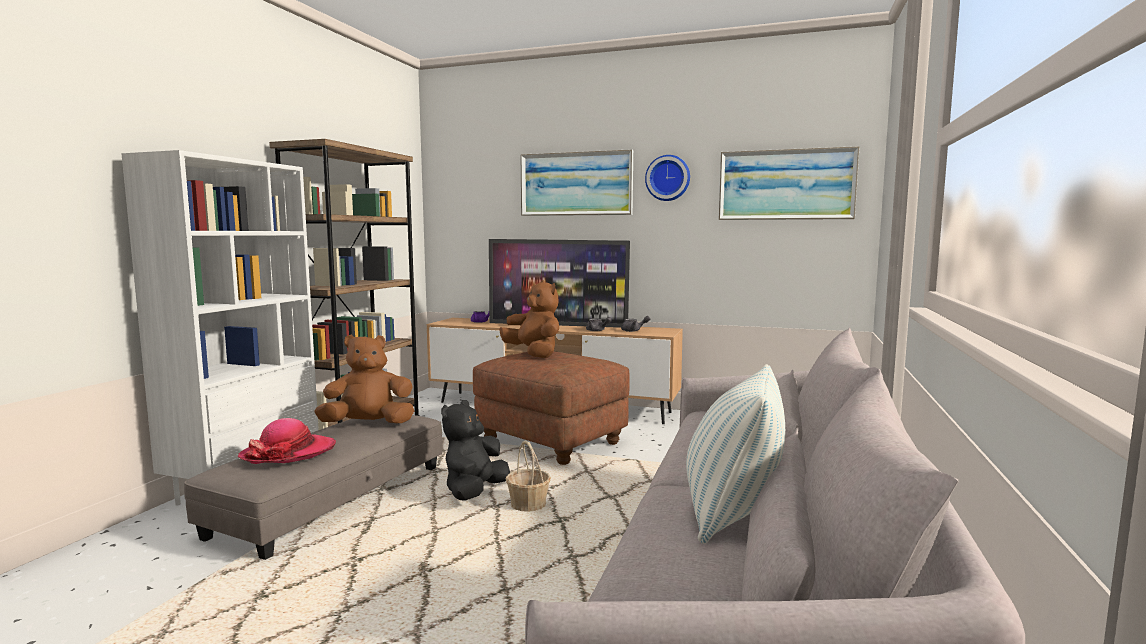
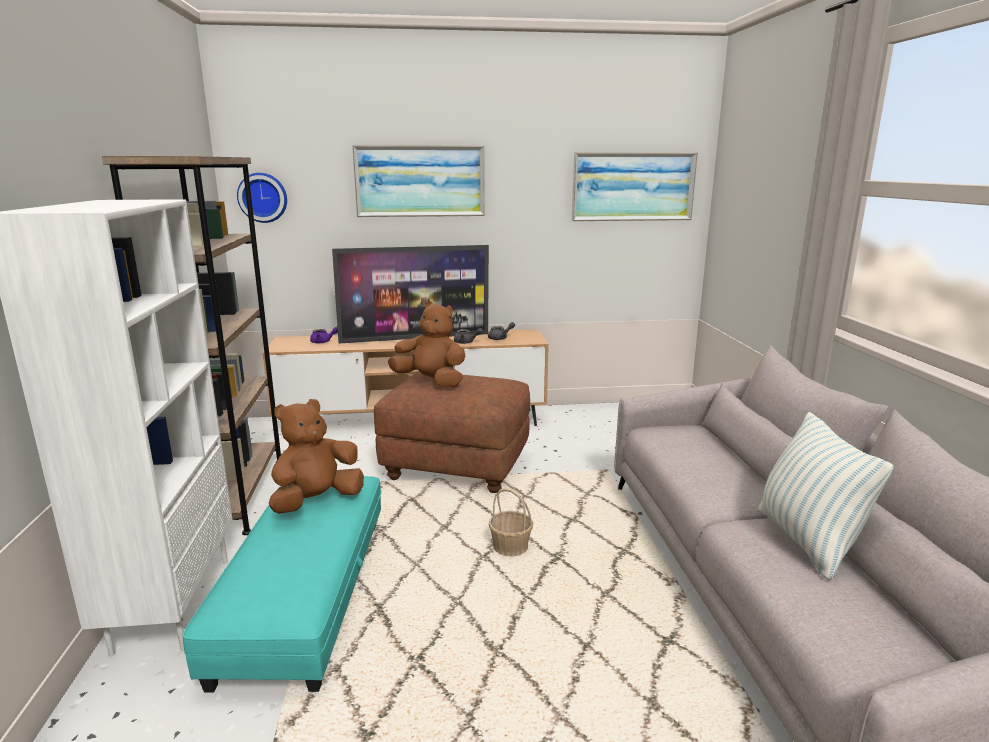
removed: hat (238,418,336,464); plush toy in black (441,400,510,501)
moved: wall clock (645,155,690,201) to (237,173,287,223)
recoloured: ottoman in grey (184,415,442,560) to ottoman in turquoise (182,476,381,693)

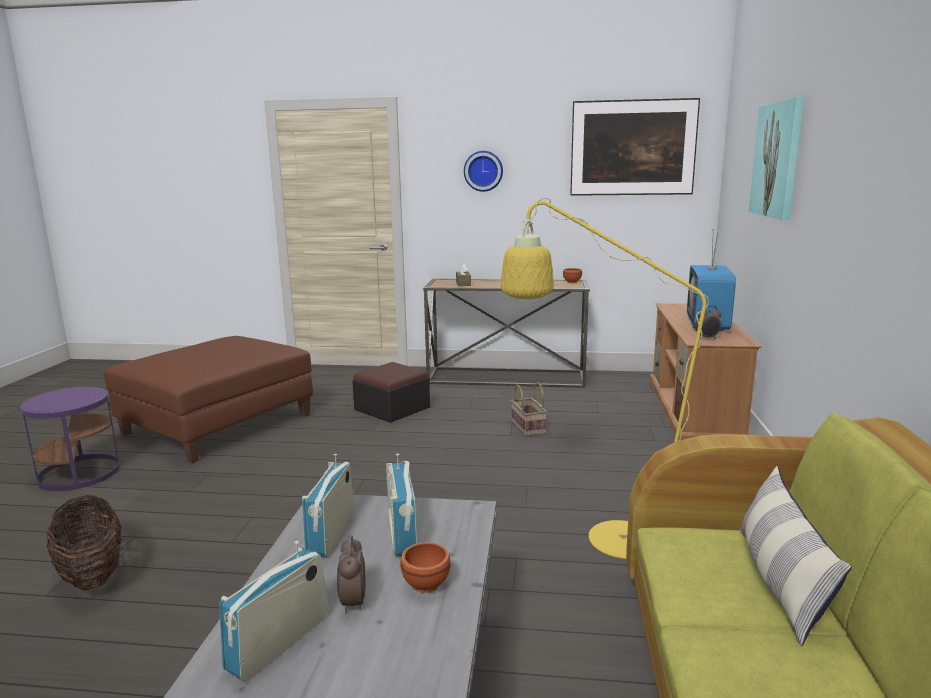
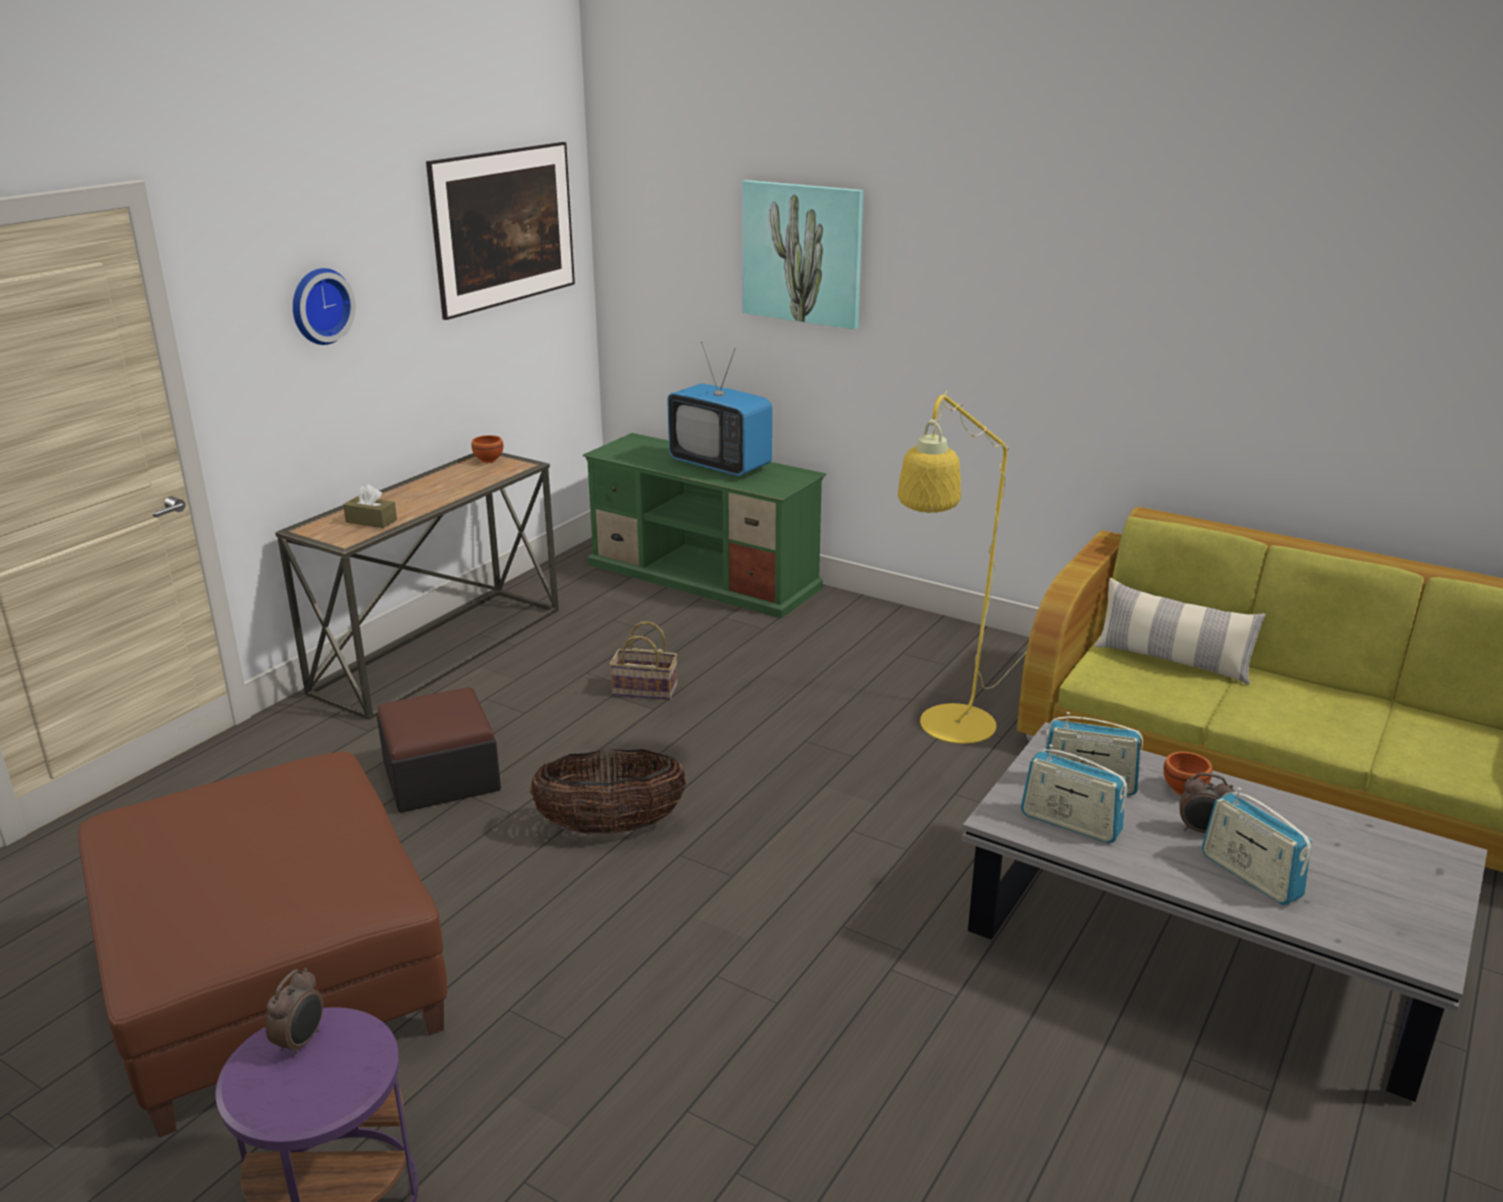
moved: basket (46,495,122,591) to (530,749,687,834); alarm clock (695,305,722,339) to (266,968,323,1057)
recoloured: tv stand in brown (650,303,761,441) to tv stand in green (583,433,827,618)

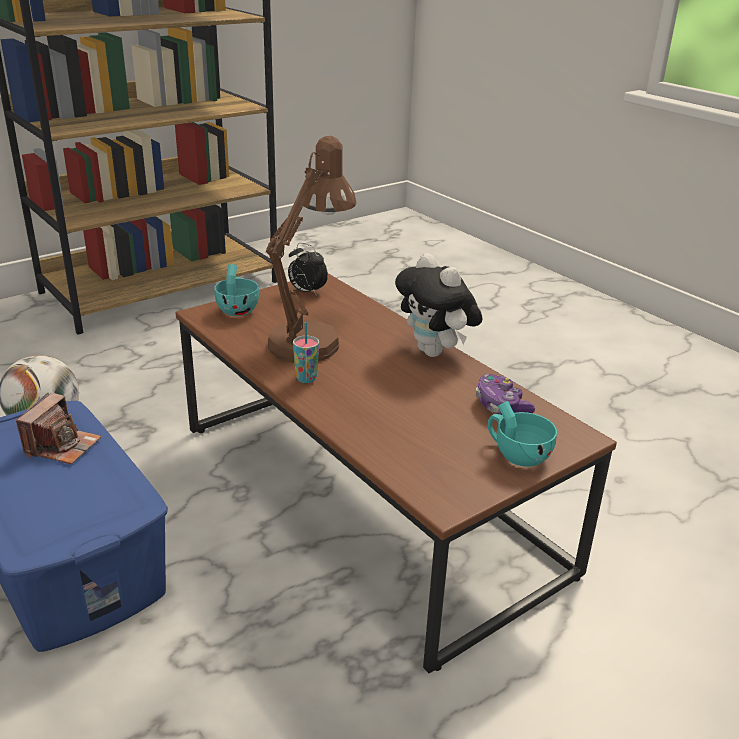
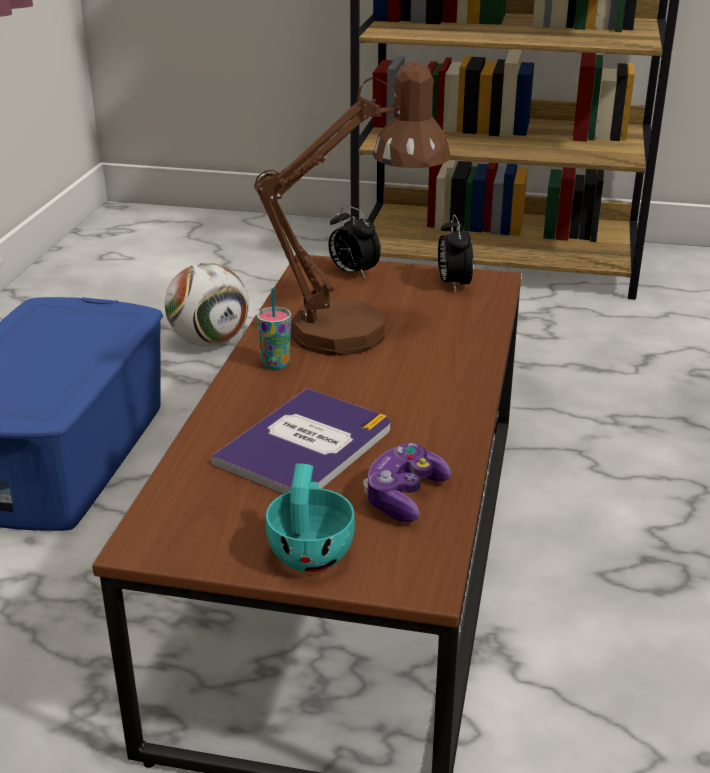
removed: photo camera (16,393,101,464); plush toy (395,253,483,357)
added: book (211,388,391,494)
replaced: cup in turquoise (214,264,259,316) to alarm clock (328,206,381,279)

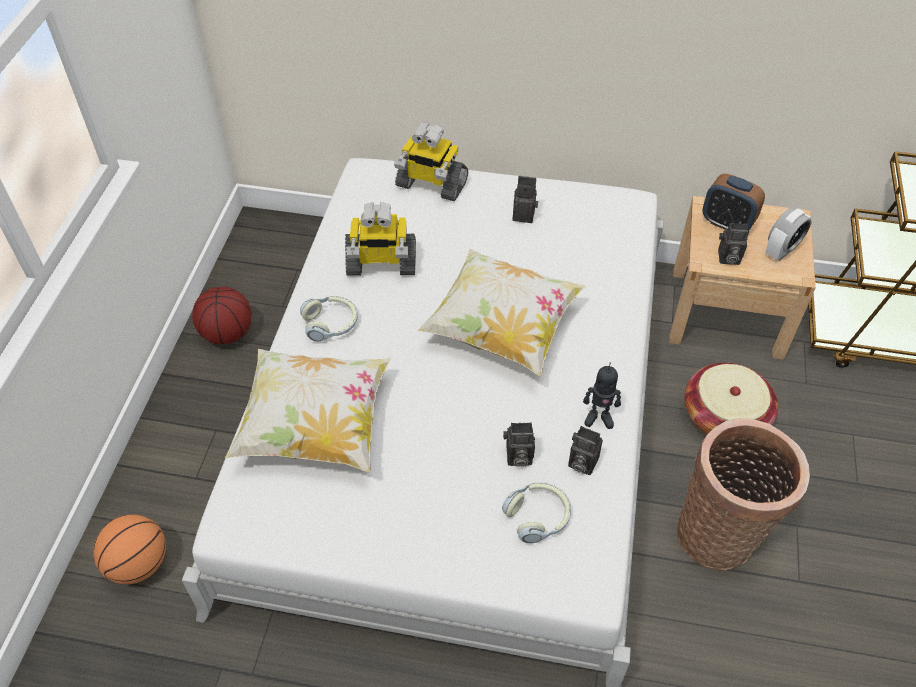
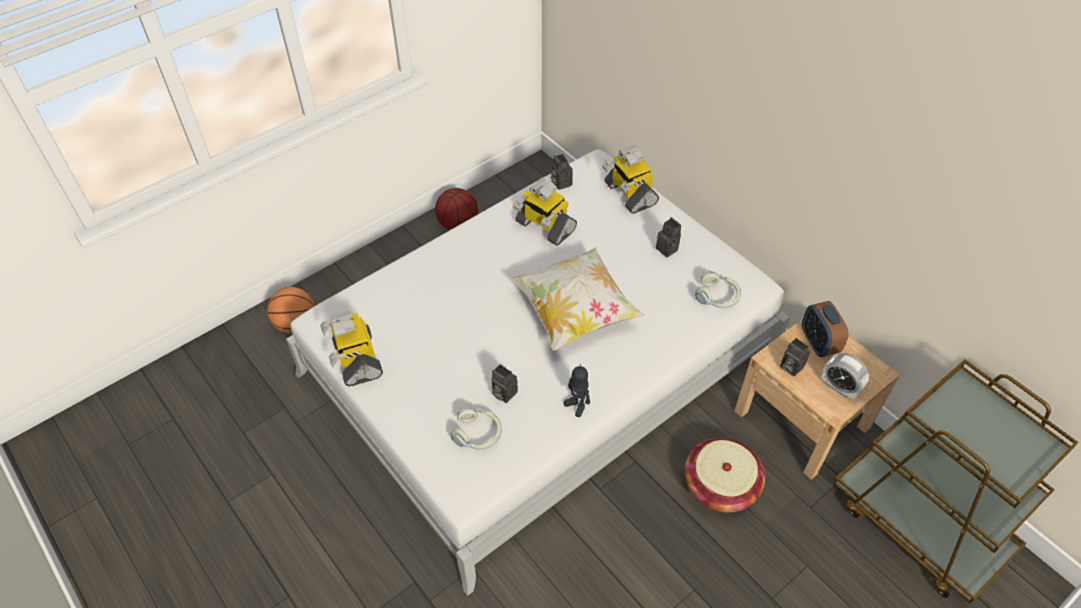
removed: pillow (225,349,390,472); basket (677,418,810,570)
added: toy robot (320,310,383,387)
moved: headphones (300,296,358,342) to (695,271,741,308); photo camera (568,426,603,475) to (551,154,573,190)
turned: alarm clock (765,208,812,261) = (822,353,869,399) 45 degrees clockwise

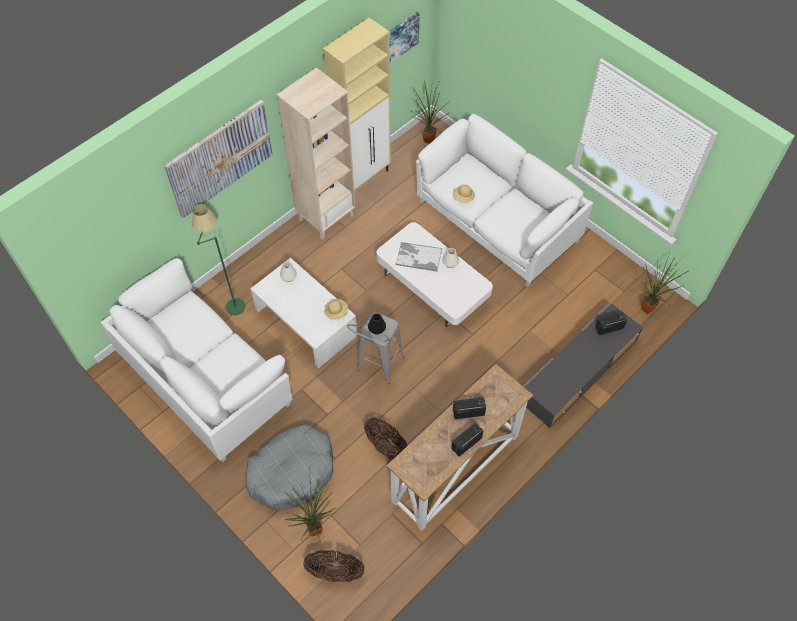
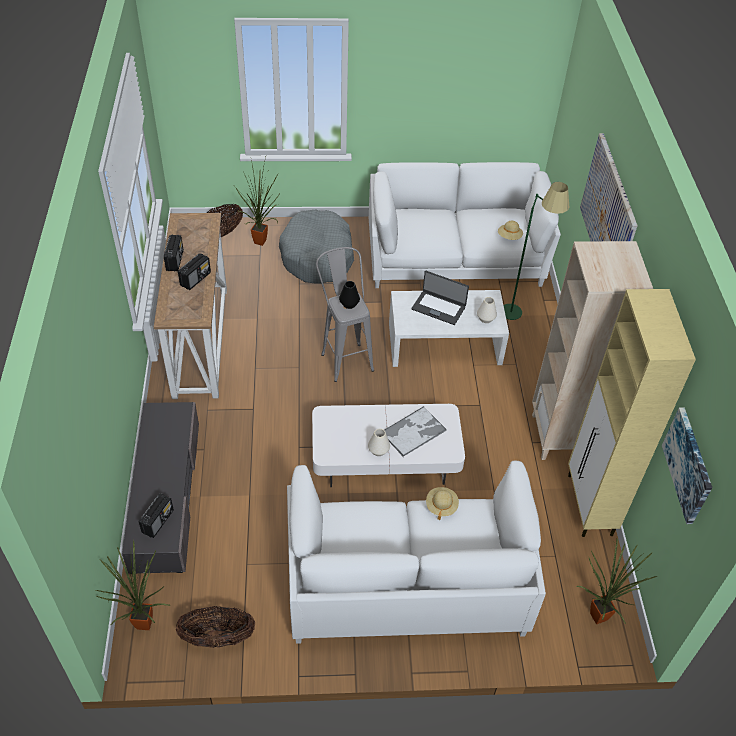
added: laptop (411,271,469,325)
moved: hat in beige (325,299,348,320) to (498,221,523,240); basket (364,417,408,460) to (176,606,255,648)

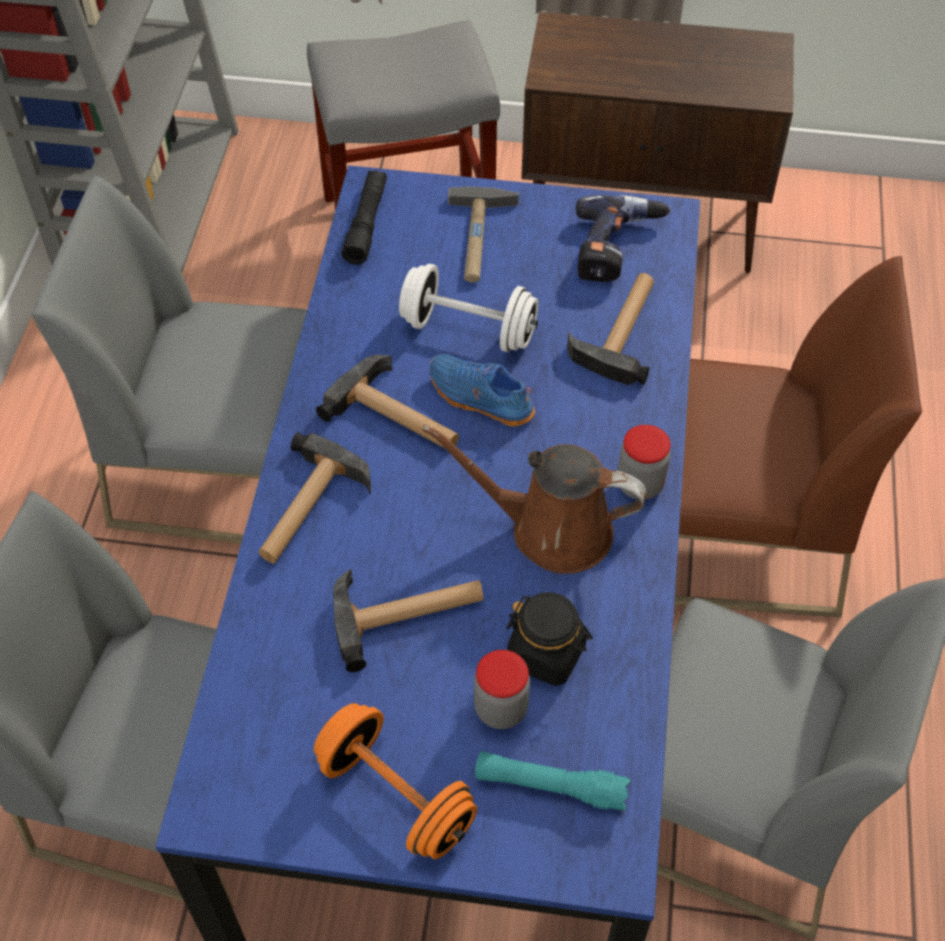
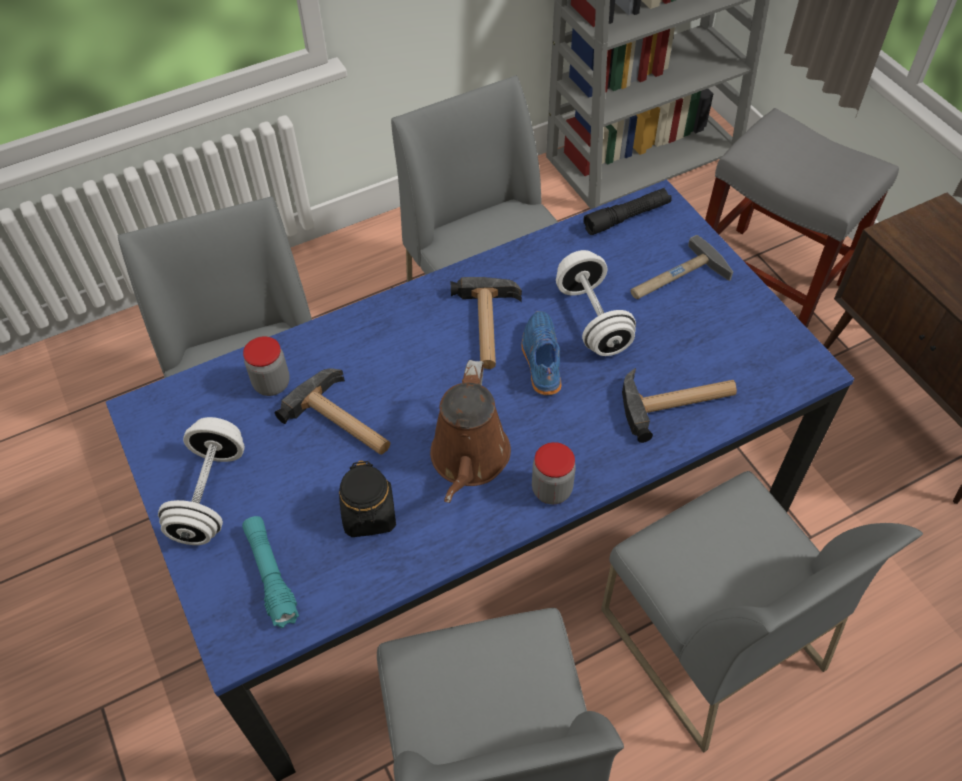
removed: hammer (259,432,371,563); power drill (576,195,670,282)
moved: jar (474,650,530,729) to (243,336,290,396)
recoloured: dumbbell in orange (314,703,477,859) to dumbbell in white (158,417,245,545); chair in brown (674,256,922,617) to chair in grey (601,471,923,753)
turned: watering can in brown (422,424,647,574) = (430,360,511,503) 150 degrees counterclockwise

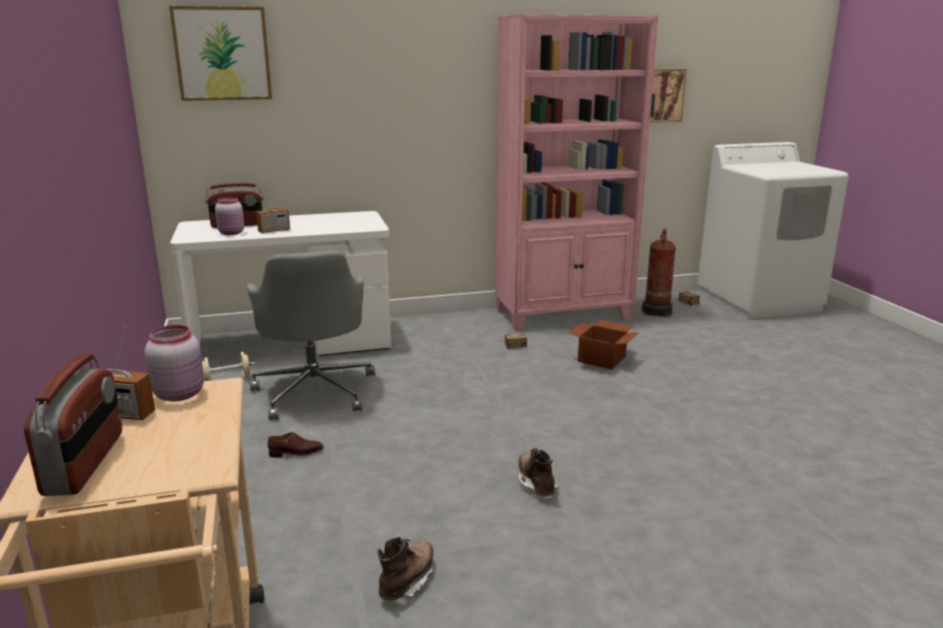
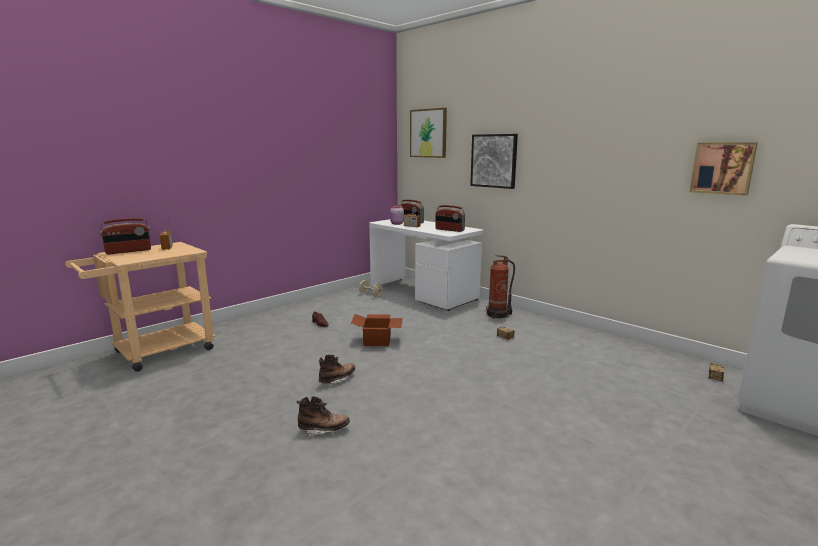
removed: jar in pink (145,325,204,402); office chair in grey (247,251,375,420); bookcase in pink (495,14,658,330)
added: radio (435,205,465,232); picture (470,134,518,189)
moved: boot in brown (377,537,434,603) to (296,396,350,436); cardboard box (568,320,639,370) to (351,314,403,346); fire extinguisher (641,229,676,317) to (486,255,515,319)

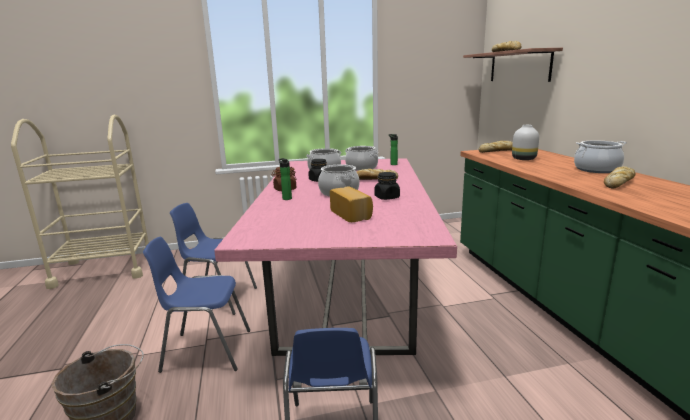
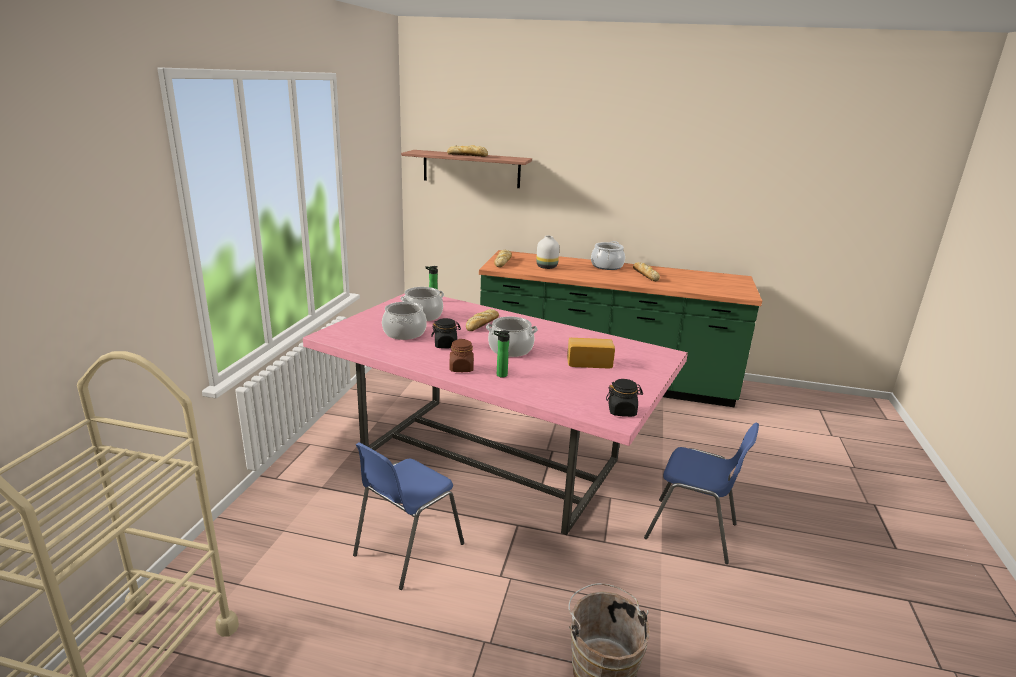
removed: chair in blue (143,237,251,373)
moved: jar in black (374,172,400,200) to (606,379,643,417)

